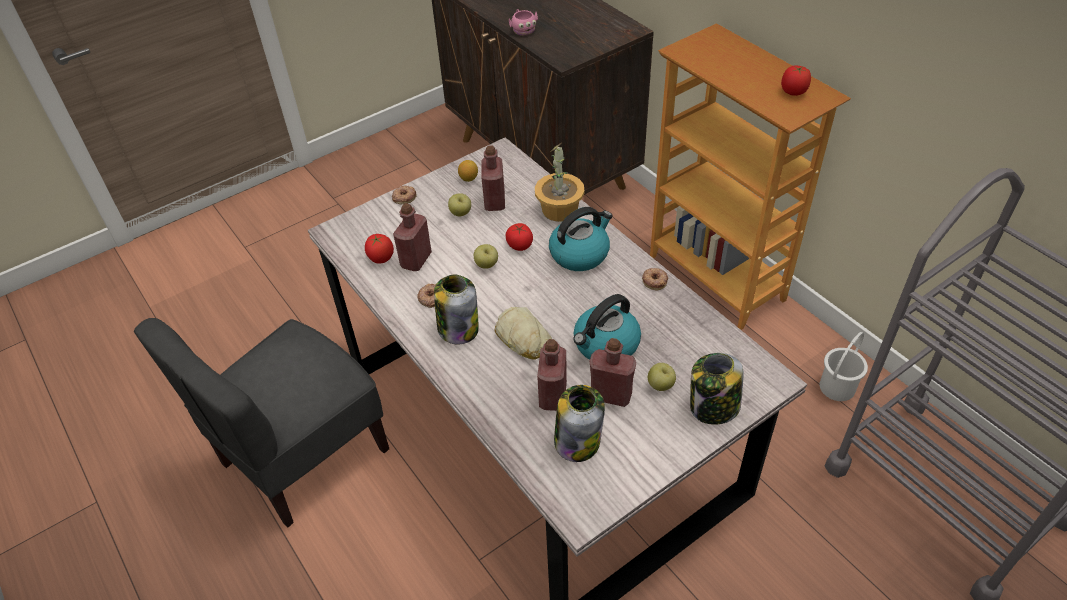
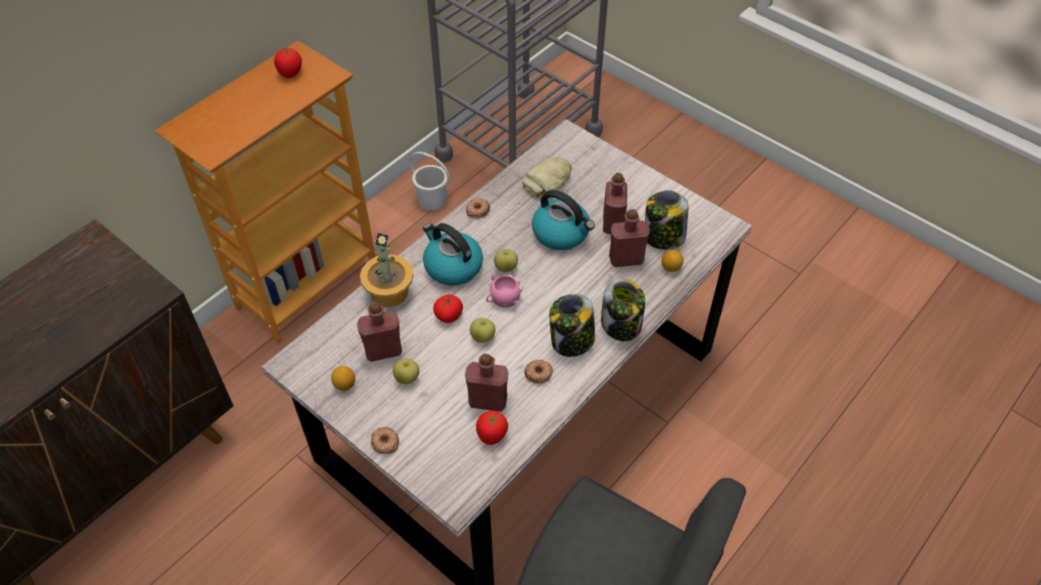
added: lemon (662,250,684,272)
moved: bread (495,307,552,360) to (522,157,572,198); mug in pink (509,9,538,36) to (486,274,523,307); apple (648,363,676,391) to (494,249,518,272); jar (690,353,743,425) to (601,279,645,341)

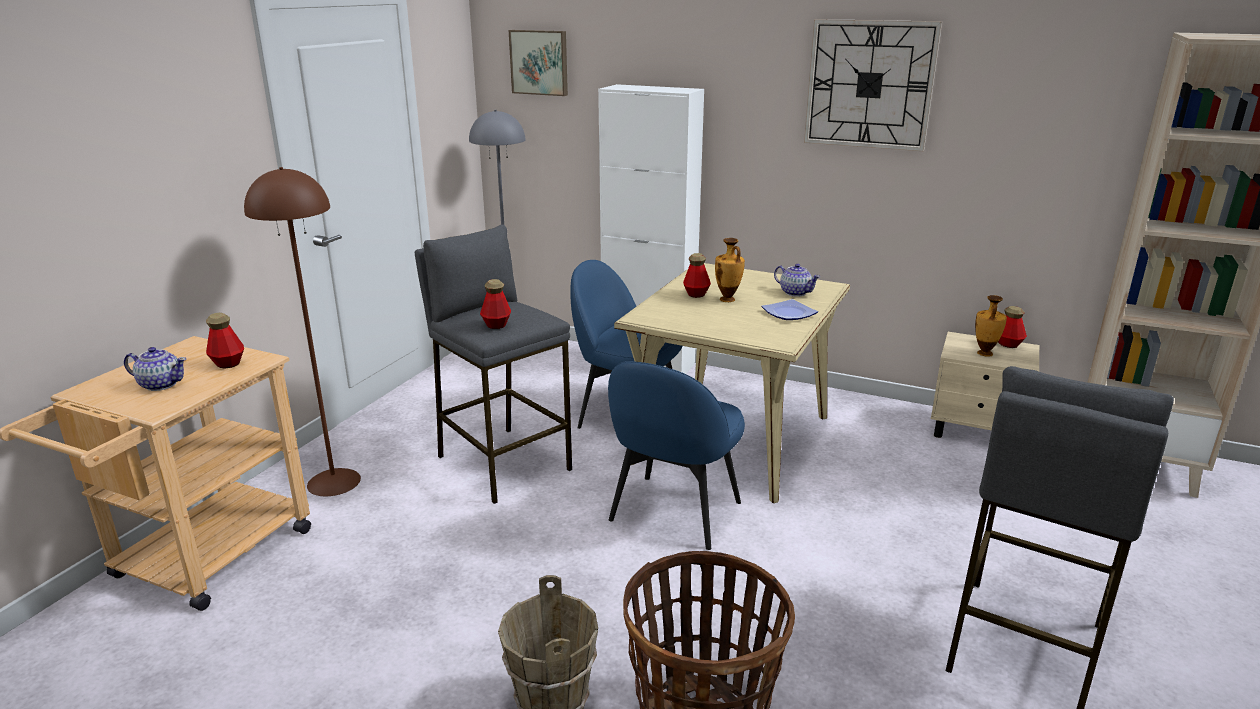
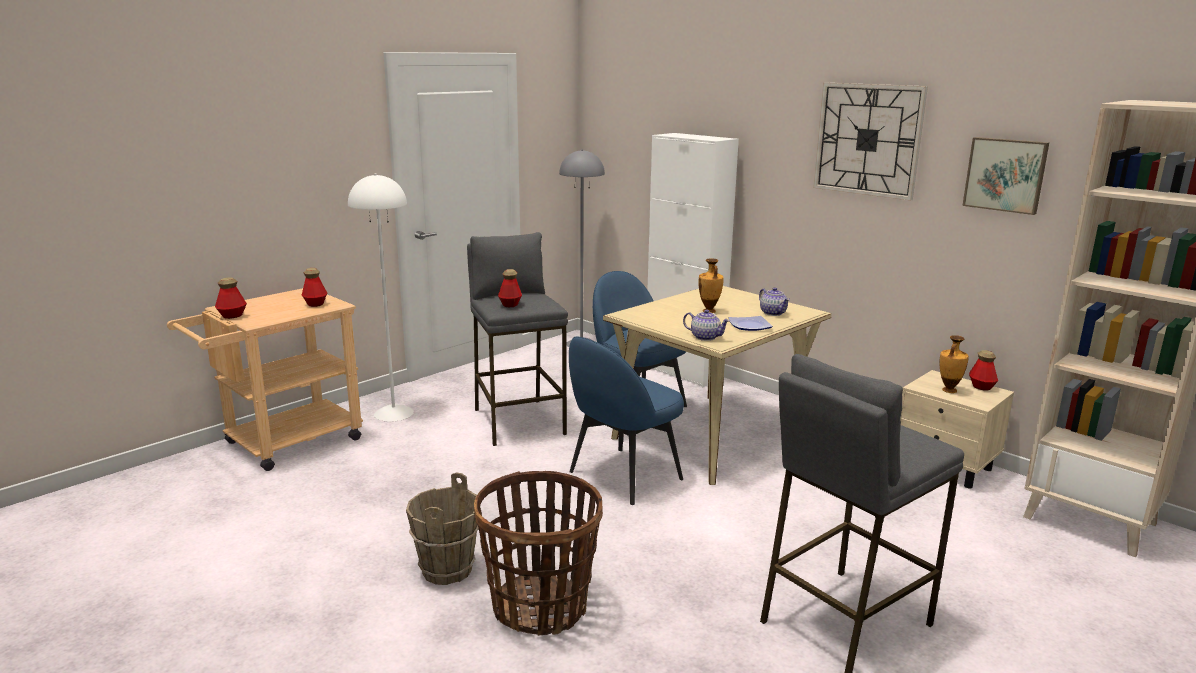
moved: teapot (124,347,186,391) to (683,309,730,341); picture (509,30,568,96) to (962,137,1049,215); bottle (683,253,711,298) to (215,277,247,319)
recoloured: floor lamp in brown (244,167,361,496) to floor lamp in white (348,174,414,422)

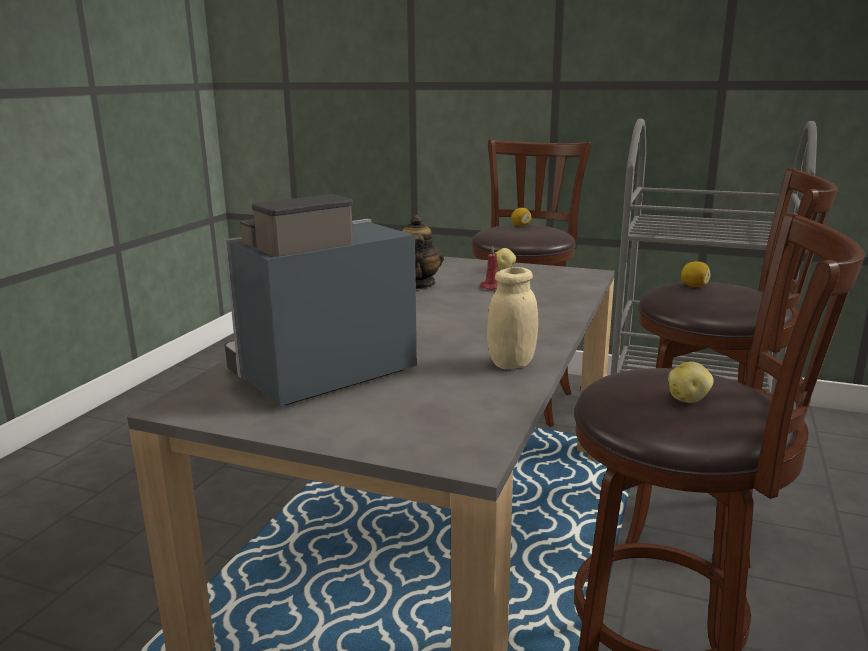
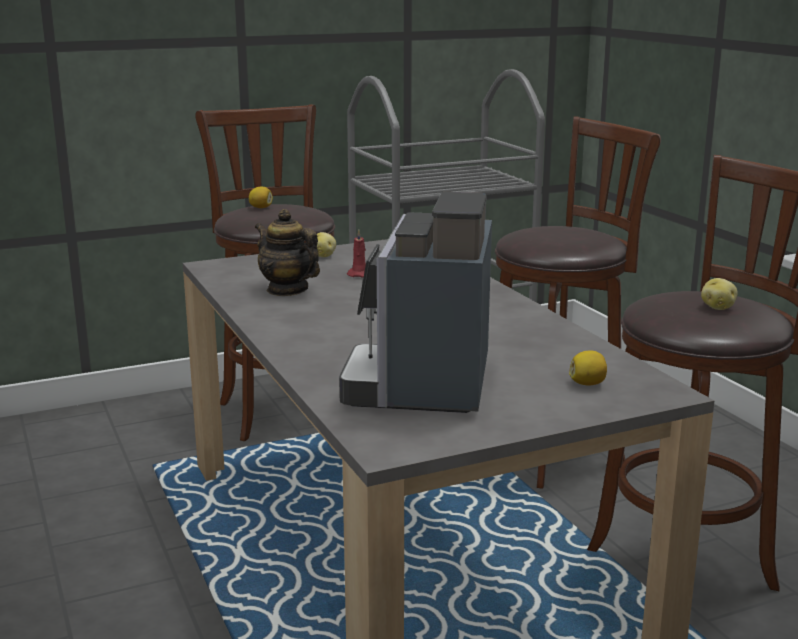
removed: jar in beige (487,267,538,369)
moved: lemon (681,261,710,287) to (569,350,607,385)

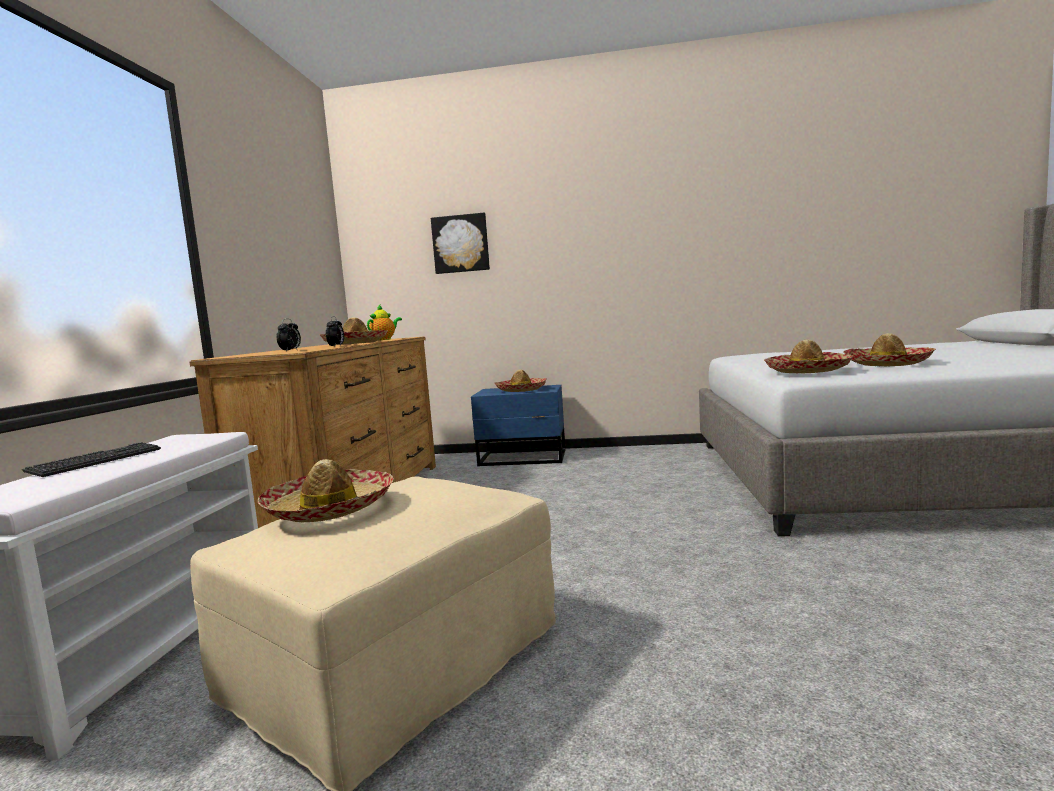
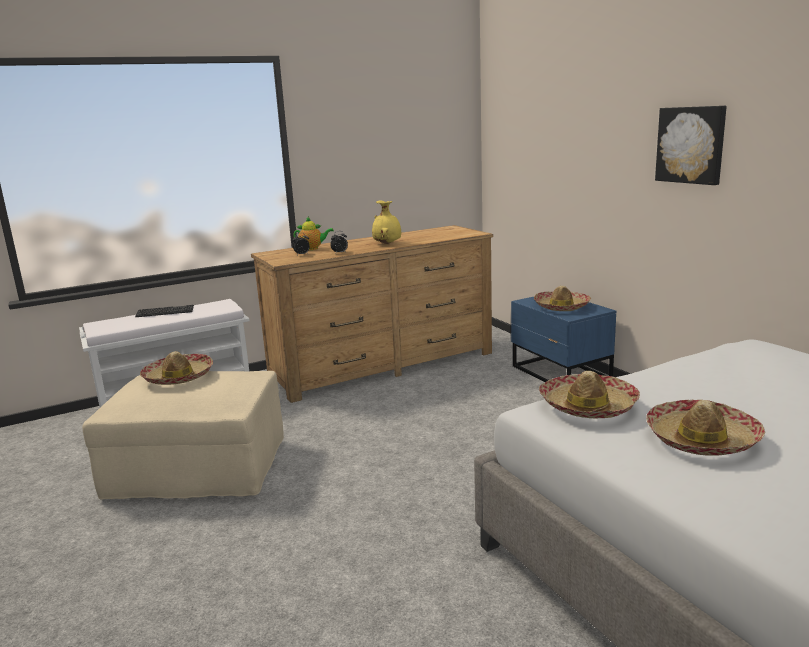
moved: teapot (367,305,402,340) to (293,216,334,250); picture (431,213,490,274) to (655,106,727,185)
replaced: hat (320,317,388,345) to vase in yellow (372,200,401,244)

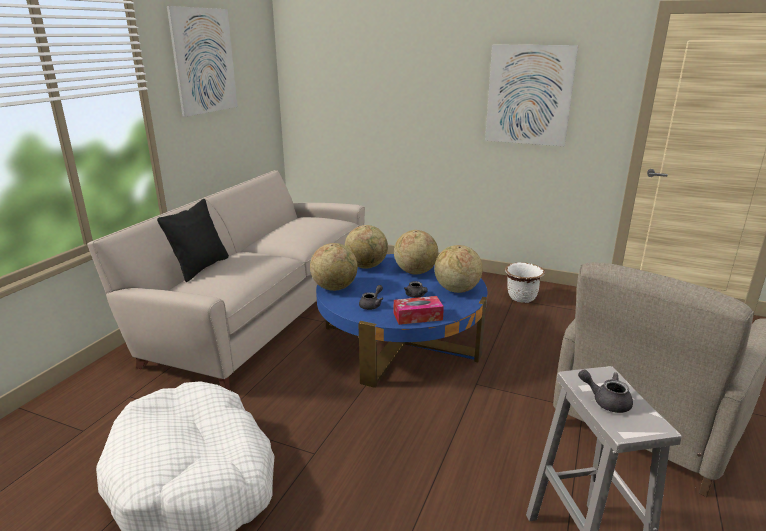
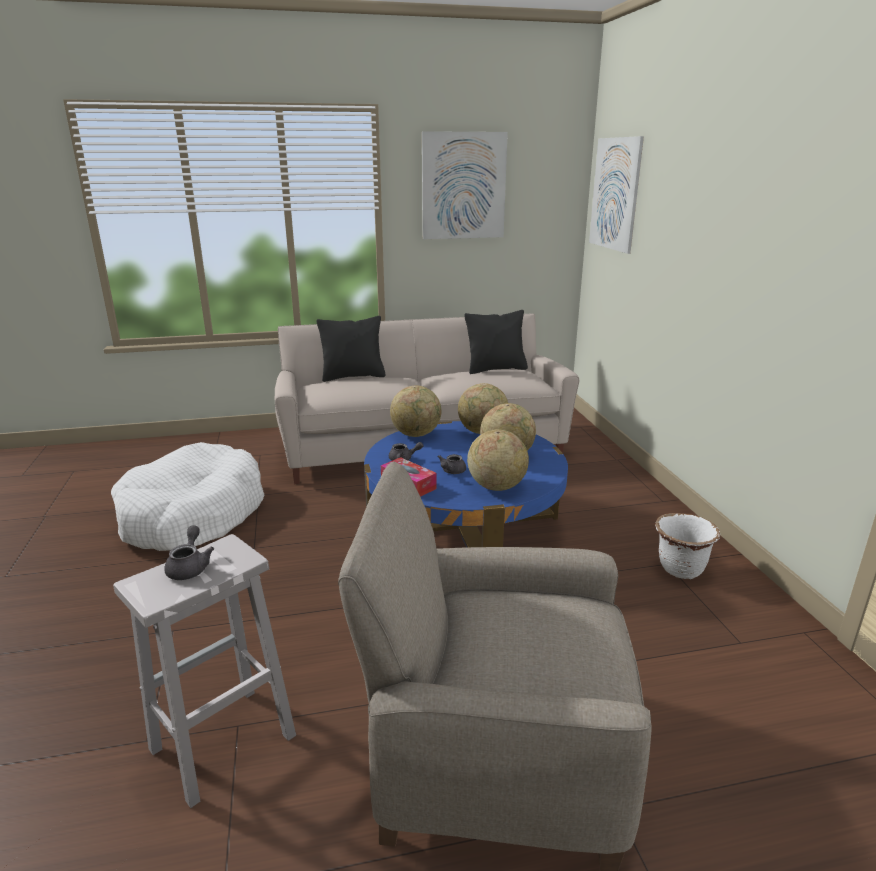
added: pillow in black (464,310,528,374)
moved: picture (485,45,578,146) to (589,136,644,254)

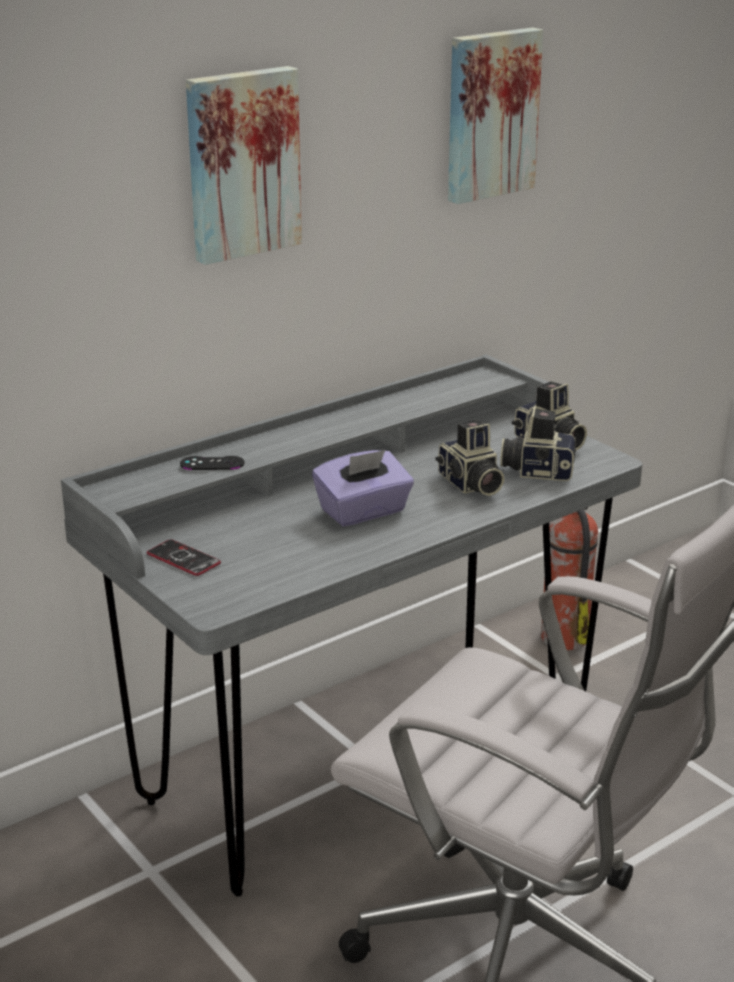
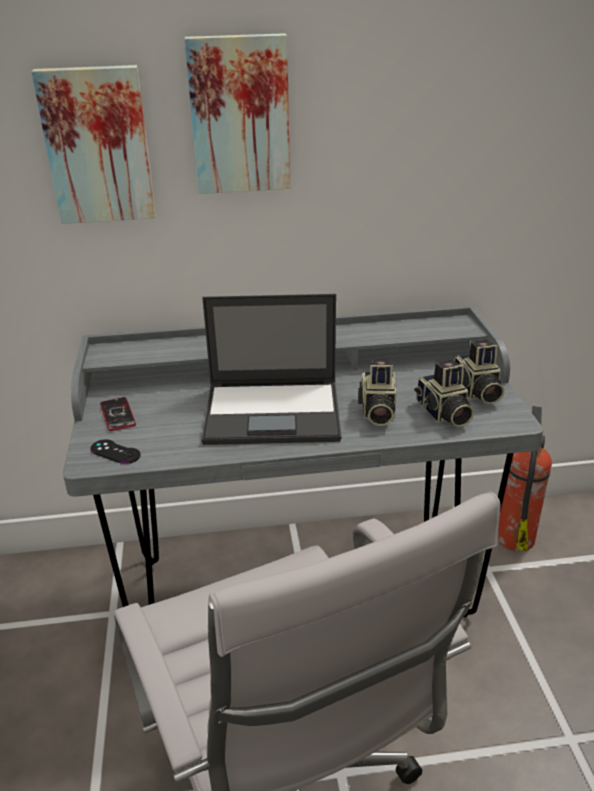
moved: game controller in black (180,456,245,470) to (90,439,141,464); picture (448,27,543,204) to (31,65,156,224)
replaced: tissue box in purple (312,450,414,526) to laptop (201,294,341,445)
turned: photo camera (500,406,576,481) = (414,360,474,427) 150 degrees counterclockwise

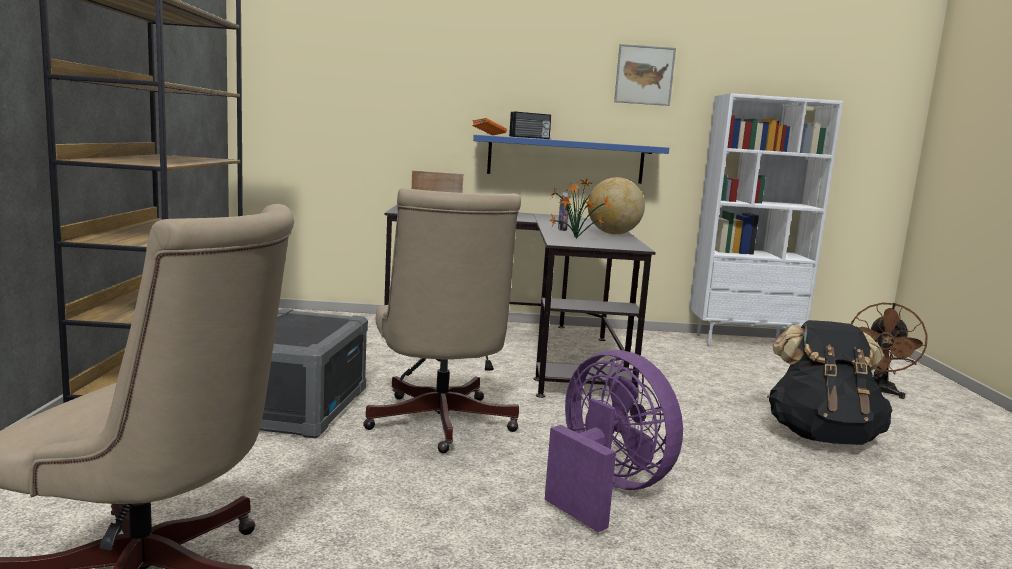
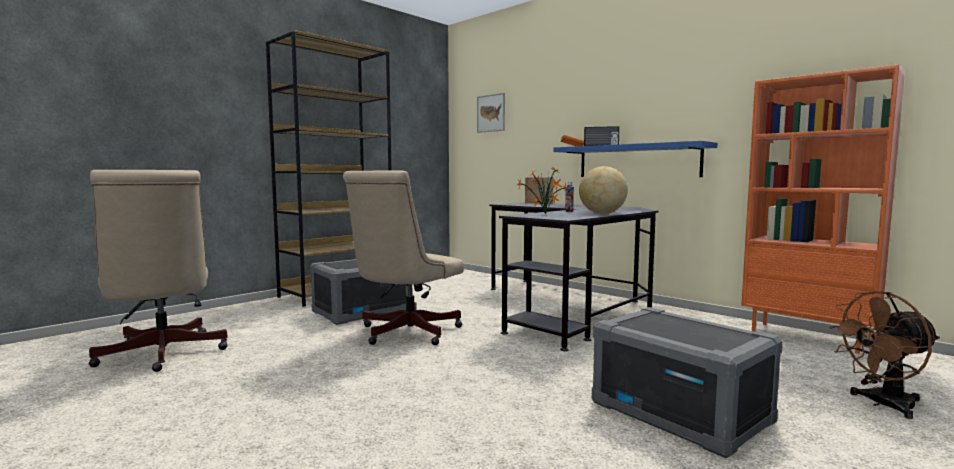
removed: fan in purple (545,350,683,532)
moved: picture (614,44,676,106) to (477,93,505,133)
replaced: backpack in black (767,320,892,445) to storage box in grey (592,307,783,458)
recoloured: bookcase in white (689,93,843,346) to bookcase in orange (741,64,905,354)

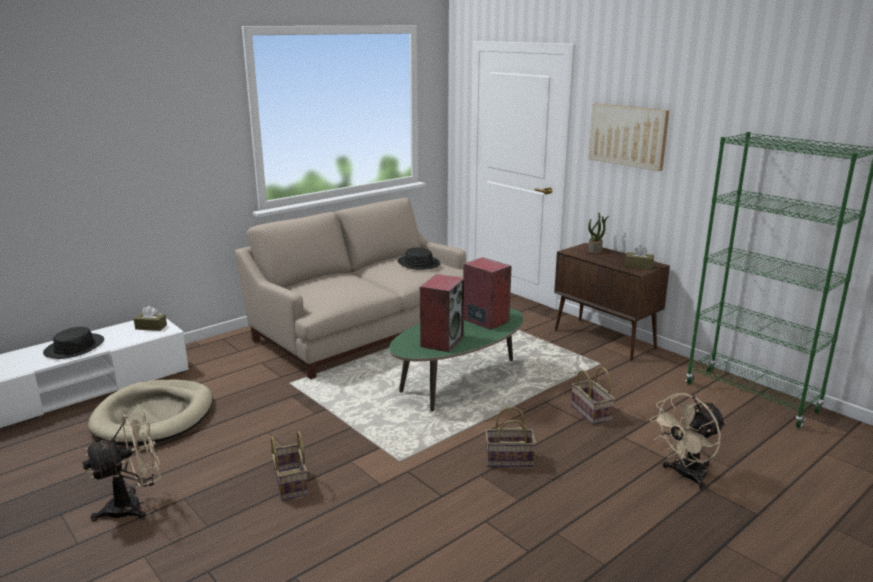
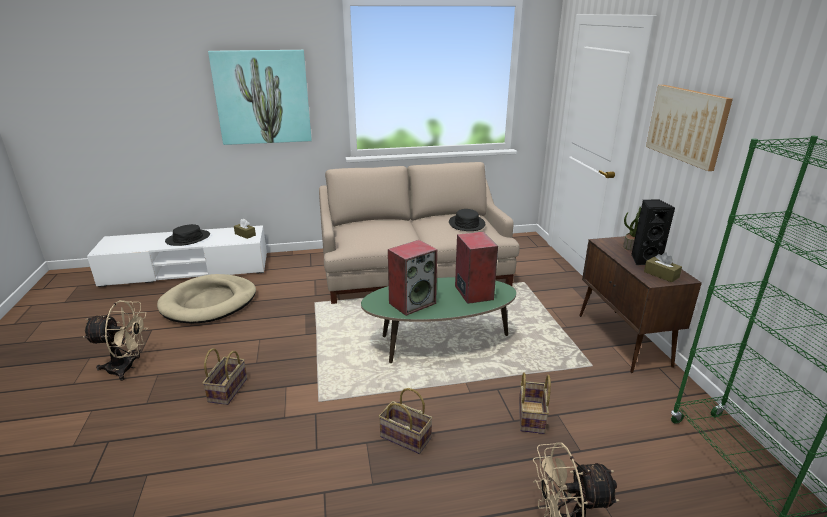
added: picture (208,50,312,145); speaker in black (631,199,675,265)

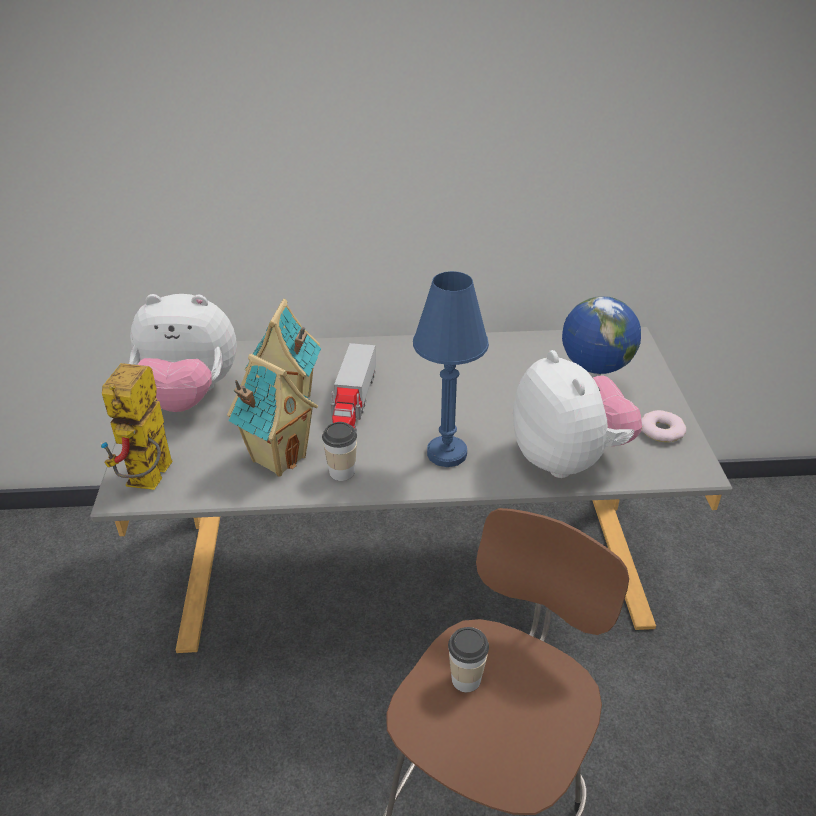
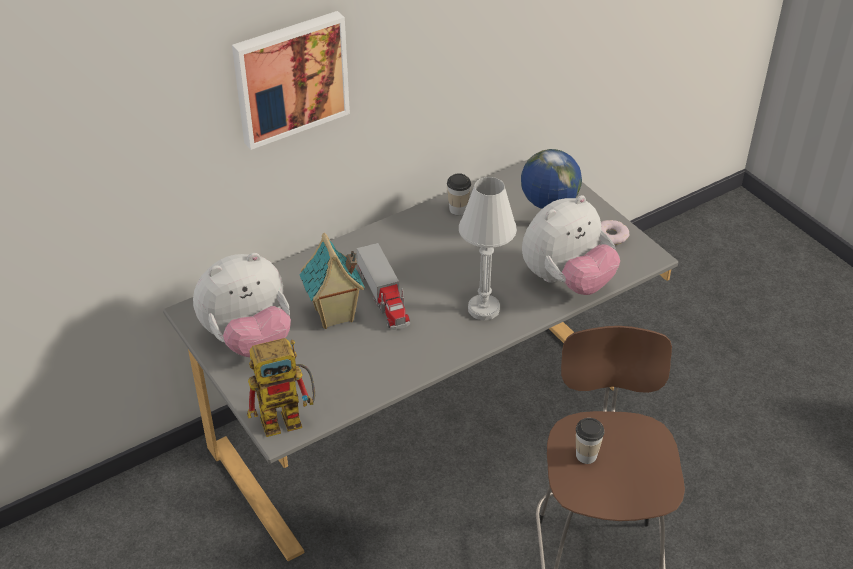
removed: toy house (227,354,318,476)
added: picture (232,11,350,150)
moved: cup (322,422,357,481) to (447,173,471,215)
recoloured: table lamp in blue (413,271,489,467) to table lamp in white (459,177,517,320)
turned: toy robot (100,363,173,490) = (247,338,315,437) 90 degrees counterclockwise; plush toy (513,350,642,478) = (522,195,620,295) 105 degrees clockwise

